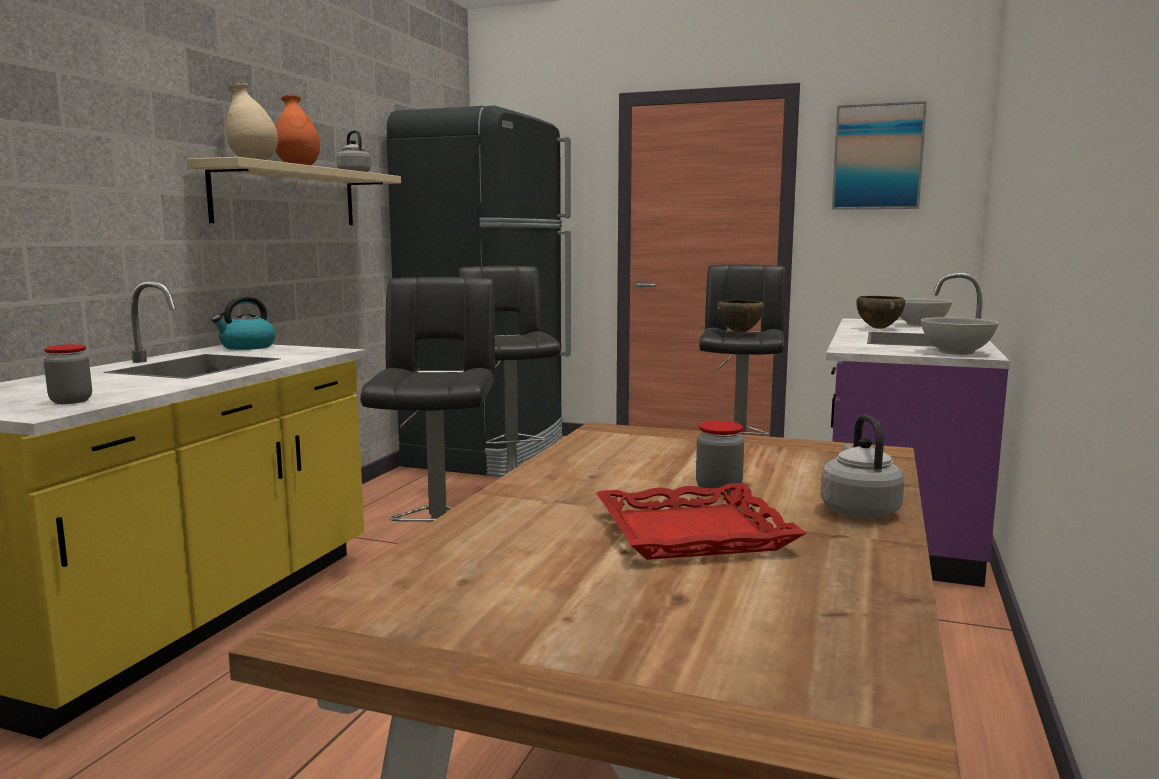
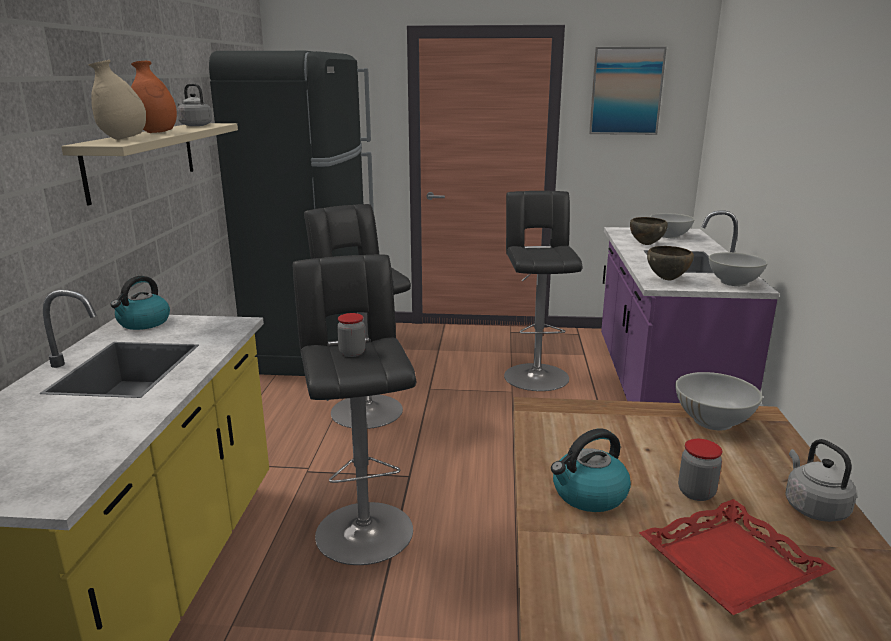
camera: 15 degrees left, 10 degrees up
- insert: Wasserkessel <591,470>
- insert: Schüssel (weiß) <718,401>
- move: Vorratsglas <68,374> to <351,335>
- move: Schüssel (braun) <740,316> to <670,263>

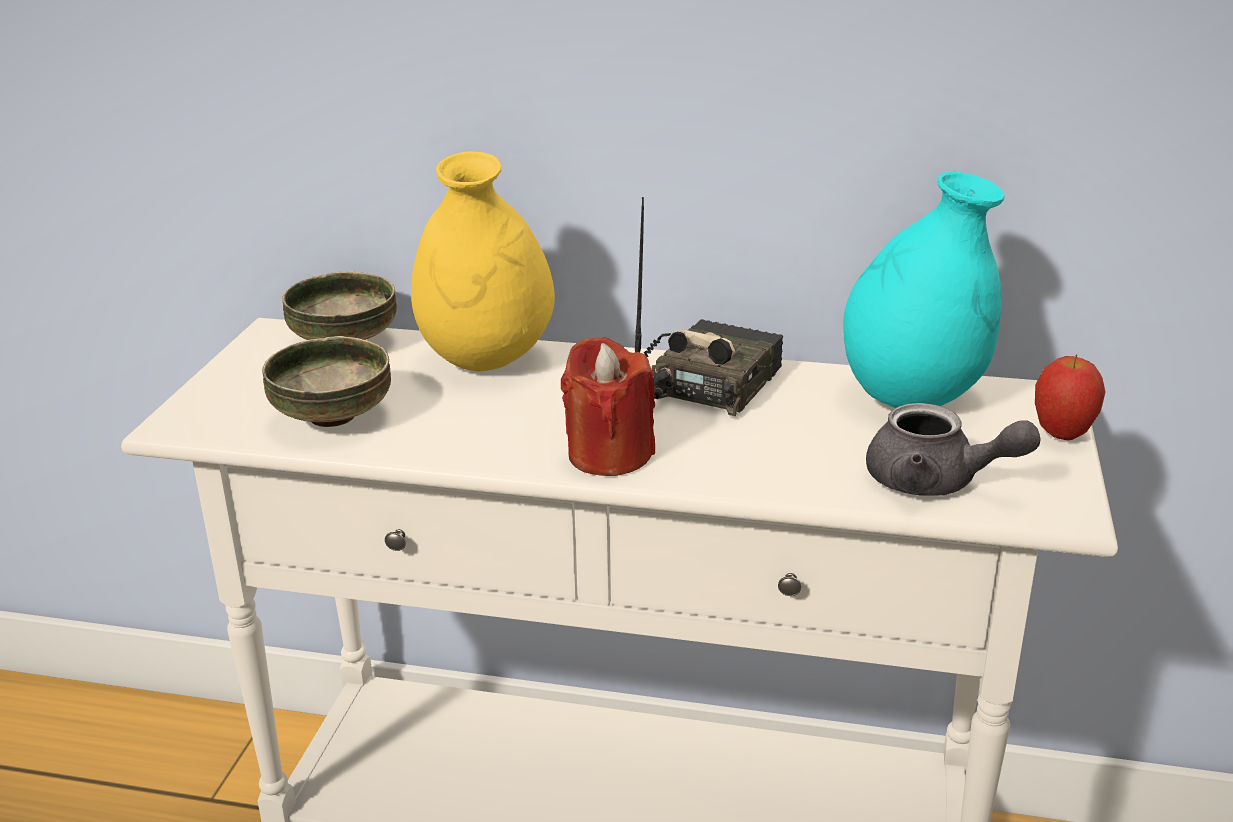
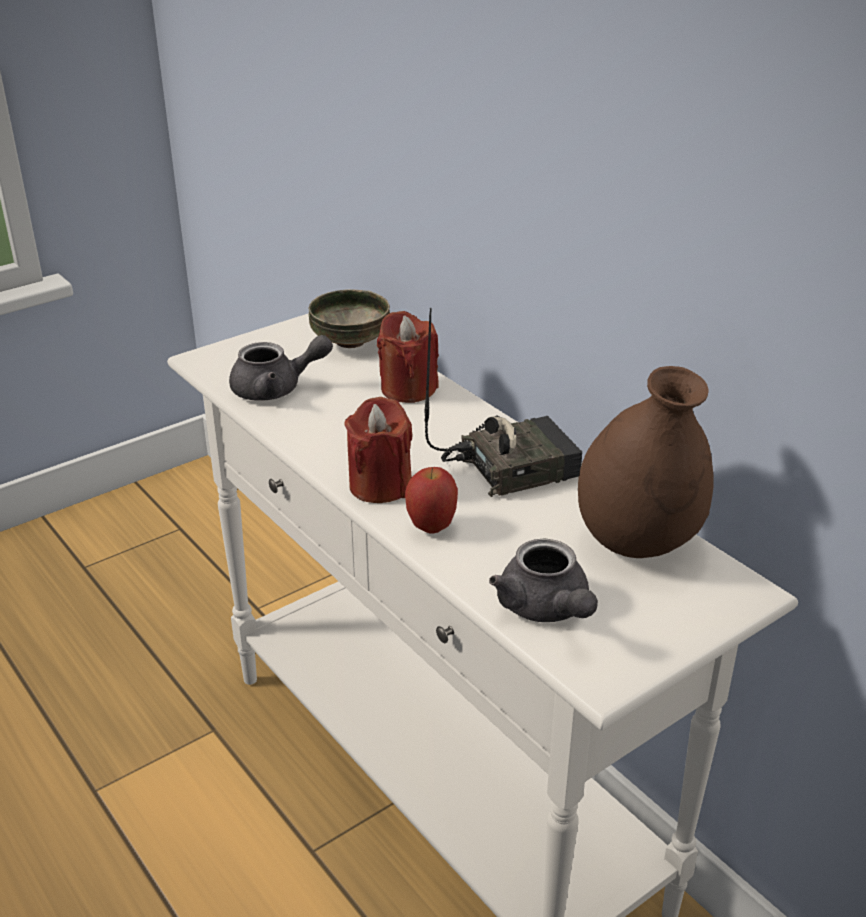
camera: 40 degrees right, 5 degrees up
- move: Apfel <1070,397> to <431,500>
- replace: Schüssel <326,381> to Teekanne (grau) <281,368>
- replace: Vase (gelb) <483,261> to Kerze (rot) <408,357>
- recolor: Vase (türkis) <923,289> to Vase (braun) <646,462>

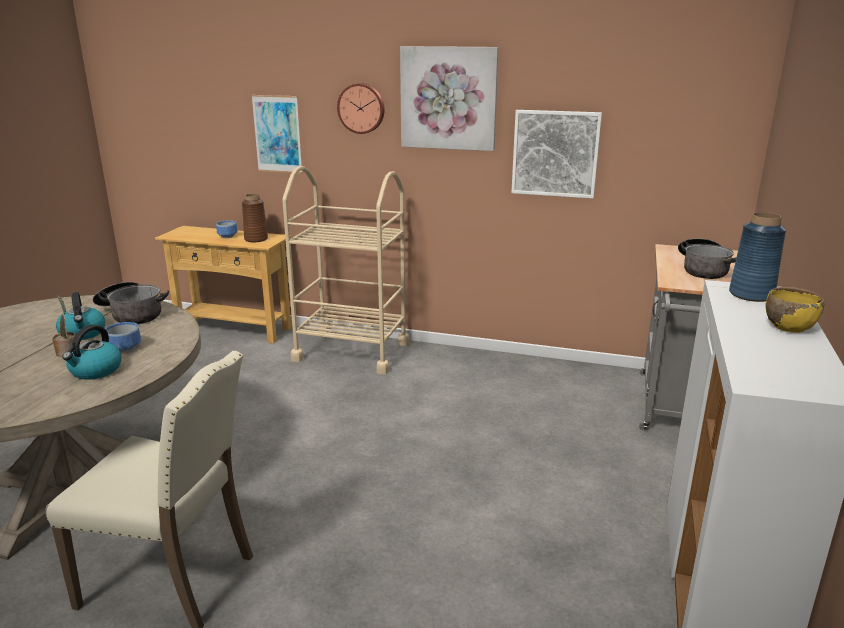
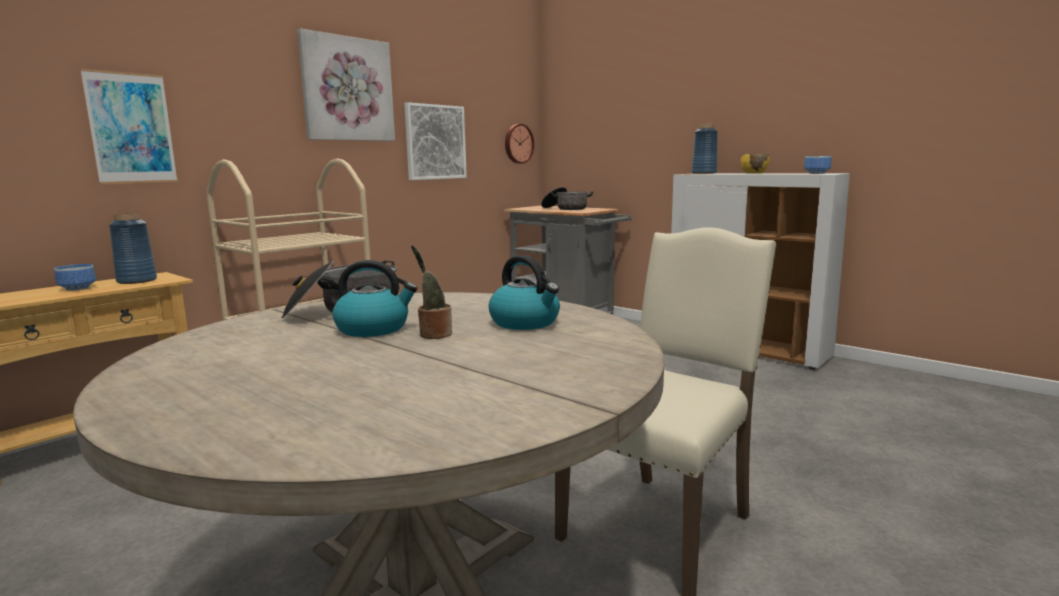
camera: 65 degrees left, 10 degrees down
- move: Schüssel <123,337> to <818,165>
- move: Wanduhr <360,108> to <519,144>
- recolor: Vase (braun) <255,218> to Vase (blau) <133,248>

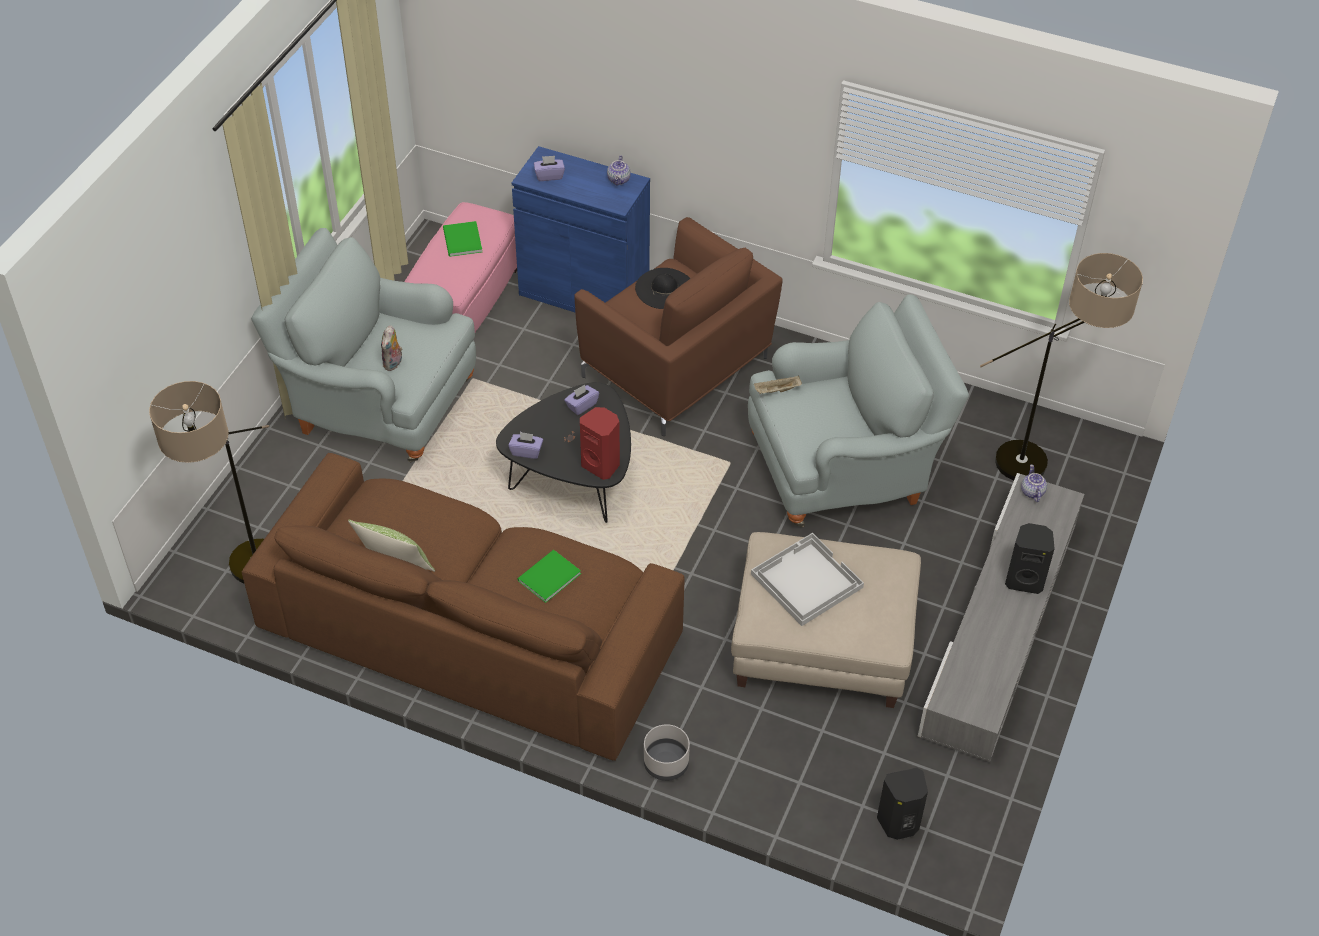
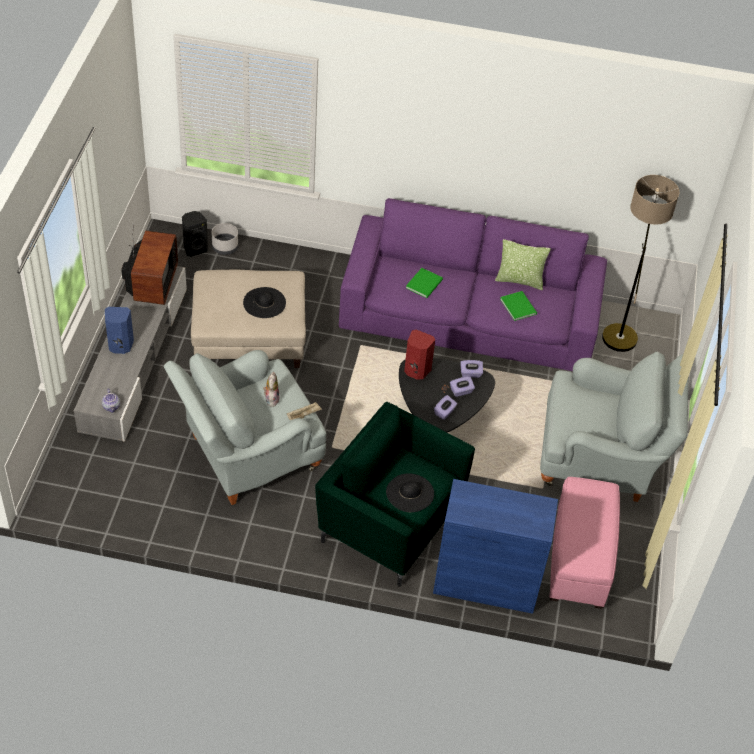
camera: 165 degrees right, 0 degrees up
- delete: Teekanne <619,170>
- delete: Stehlampe <1061,366>
- insert: Fernseher <149,264>
- move: Plüschtier <391,348> to <271,389>
- move: Buch (grün) <462,239> to <518,306>
- move: Taschentuchbox (lila) <549,168> to <462,386>
- move: Pflanzkübel (grau) <667,752> to <225,239>
- replace: Tablett (weiß) <807,579> to Hut (schwarz) <264,302>
- recolor: Sofa (braun) <463,606> to Sofa (lila) <473,284>
- recolor: Sessel (braun) <678,326> to Sessel (grün) <395,494>
- recolor: Lautsprecher (schwarz) <1030,558> to Lautsprecher (blau) <119,330>

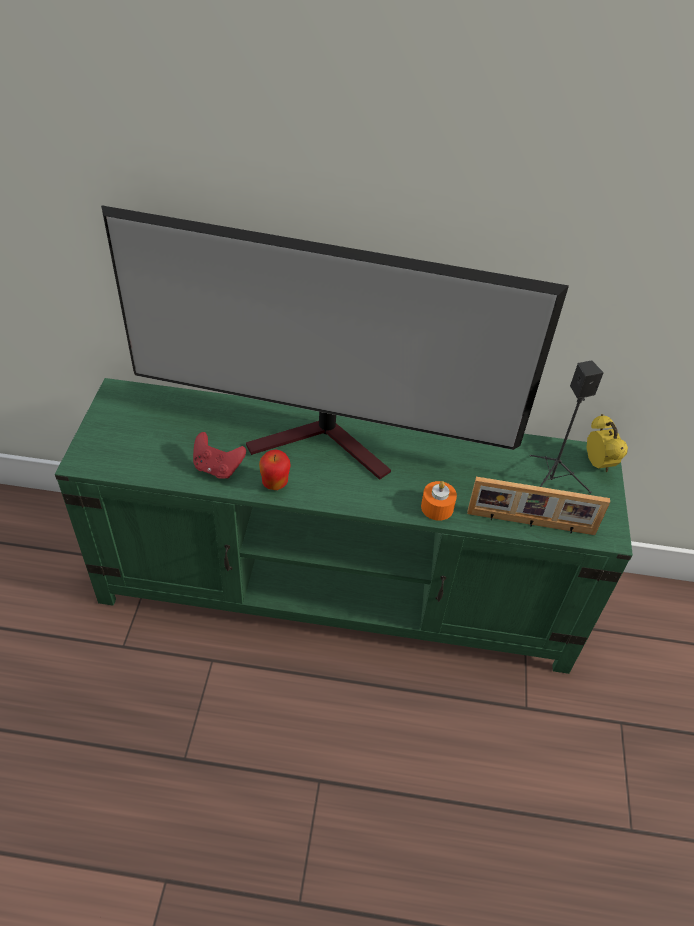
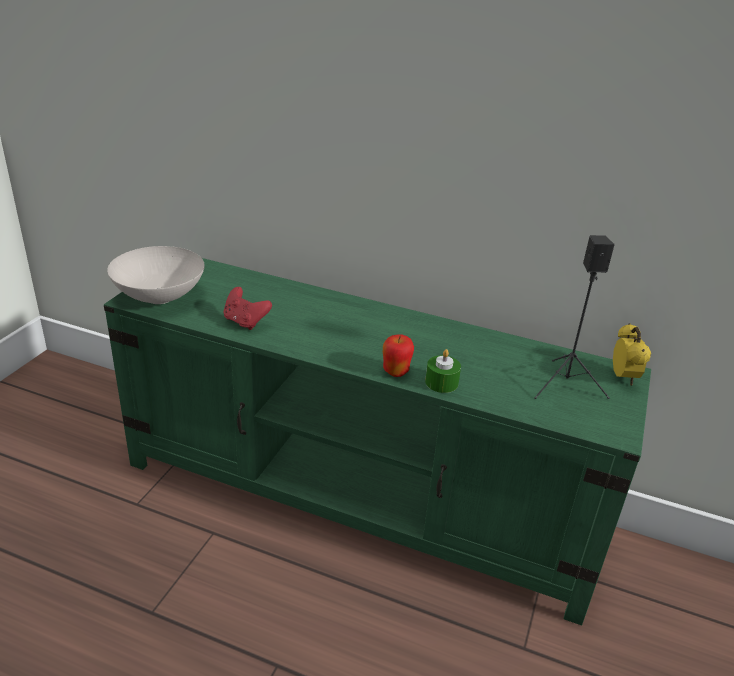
camera: 15 degrees right, 15 degrees down
- delete: Fernseher <335,342>
- delete: Bilderrahmen <538,506>
- insert: Schüssel (weiß) <156,275>
- move: Apfel <275,470> to <398,356>
- recolor: Kerze (orange) <439,501> to Kerze (grün) <443,371>

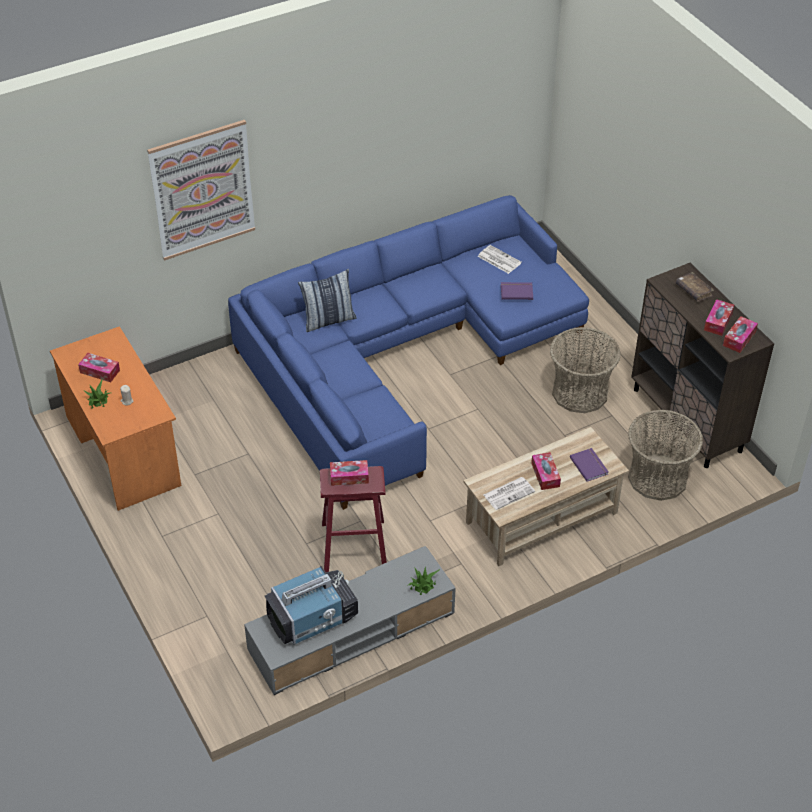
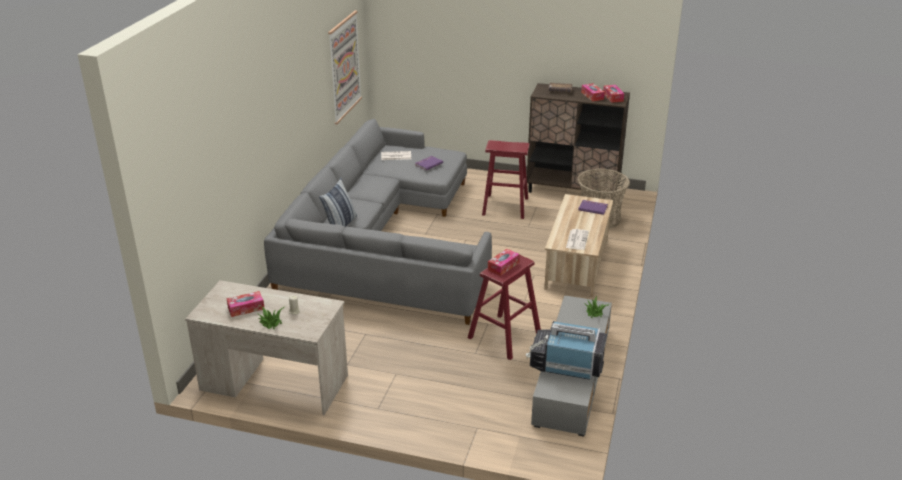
camera: 45 degrees left, 15 degrees down
- delete: Taschentuchbox <546,471>
- move: Bild <201,190> to <345,67>
- replace: Korb <585,370> to Hocker (rot) <506,179>
- recolor: Schreibtisch (orange) <115,418> to Schreibtisch (beige) <266,347>
- recolor: Sofa (blau) <408,352> to Sofa (grau) <378,222>
- rotate: Fernseher <311,605> = <566,350> 90 degrees counterclockwise

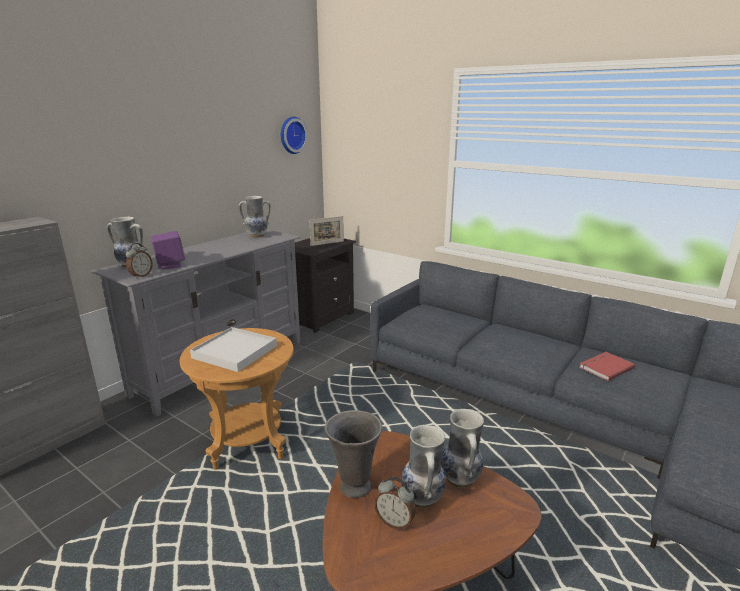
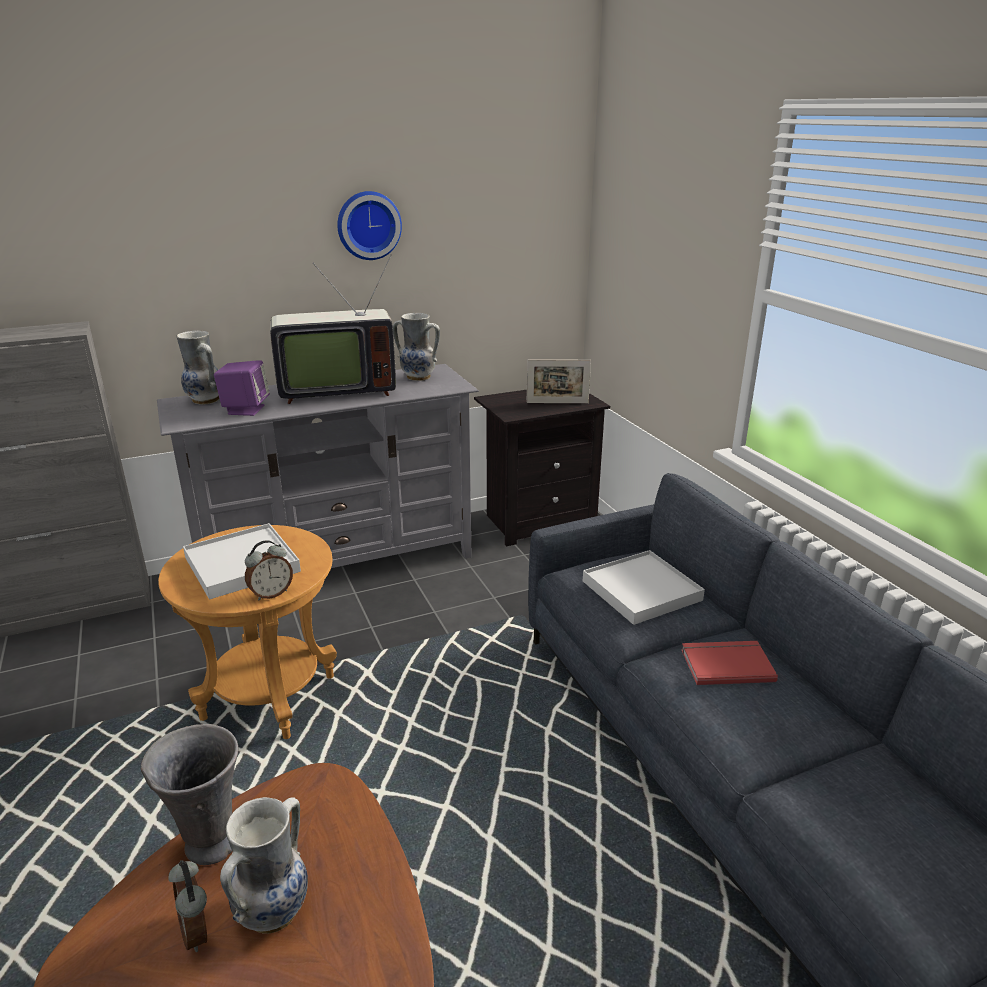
camera: 30 degrees right, 5 degrees up
- delete: Vase <462,448>
- insert: Fernseher <333,329>
- insert: Tablett (weiß) <644,587>
- move: Wecker <139,261> to <269,570>
- move: Wanduhr <294,135> to <369,225>
- move: Buch (rot) <607,366> to <729,663>

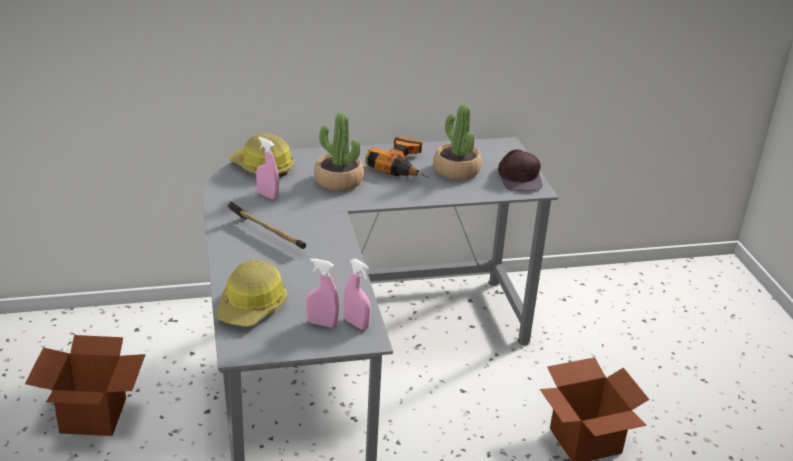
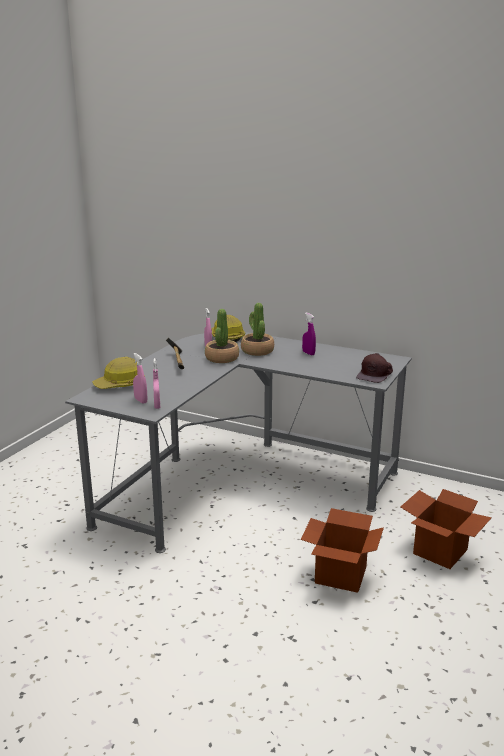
camera: 40 degrees right, 10 degrees down
- move: Karton <85,385> to <446,529>
- move: Topfpflanze <457,142> to <222,336>
- replace: Bohrmaschine <397,156> to Sprühflasche (lila) <309,334>

